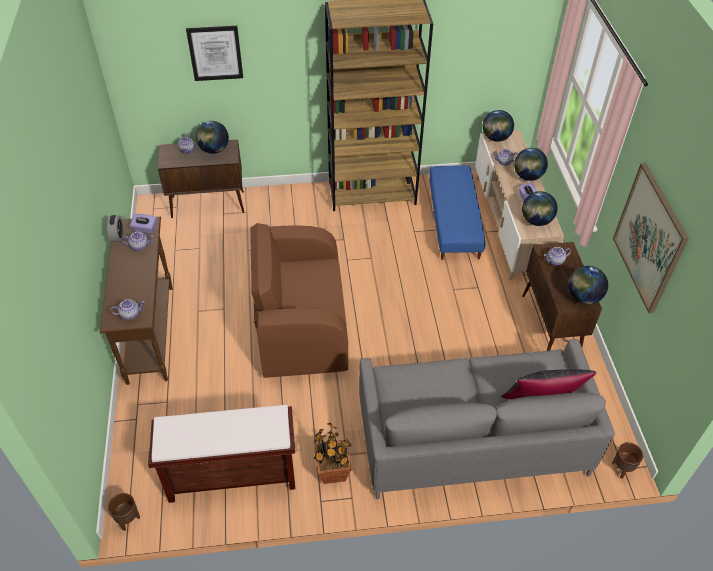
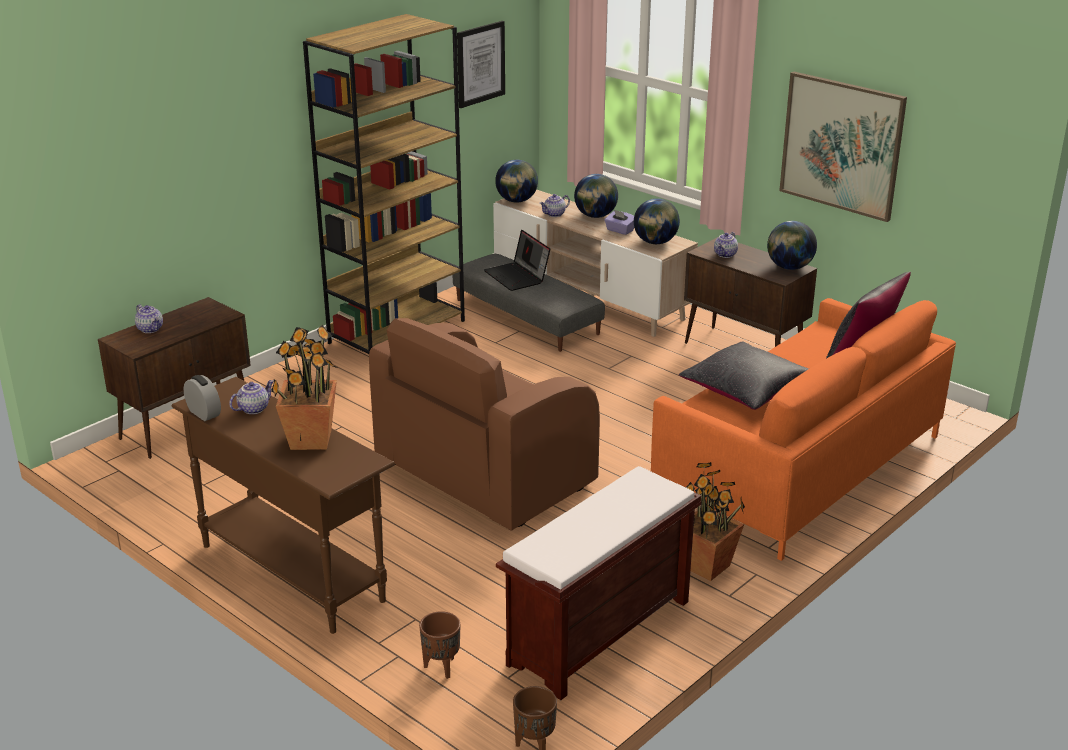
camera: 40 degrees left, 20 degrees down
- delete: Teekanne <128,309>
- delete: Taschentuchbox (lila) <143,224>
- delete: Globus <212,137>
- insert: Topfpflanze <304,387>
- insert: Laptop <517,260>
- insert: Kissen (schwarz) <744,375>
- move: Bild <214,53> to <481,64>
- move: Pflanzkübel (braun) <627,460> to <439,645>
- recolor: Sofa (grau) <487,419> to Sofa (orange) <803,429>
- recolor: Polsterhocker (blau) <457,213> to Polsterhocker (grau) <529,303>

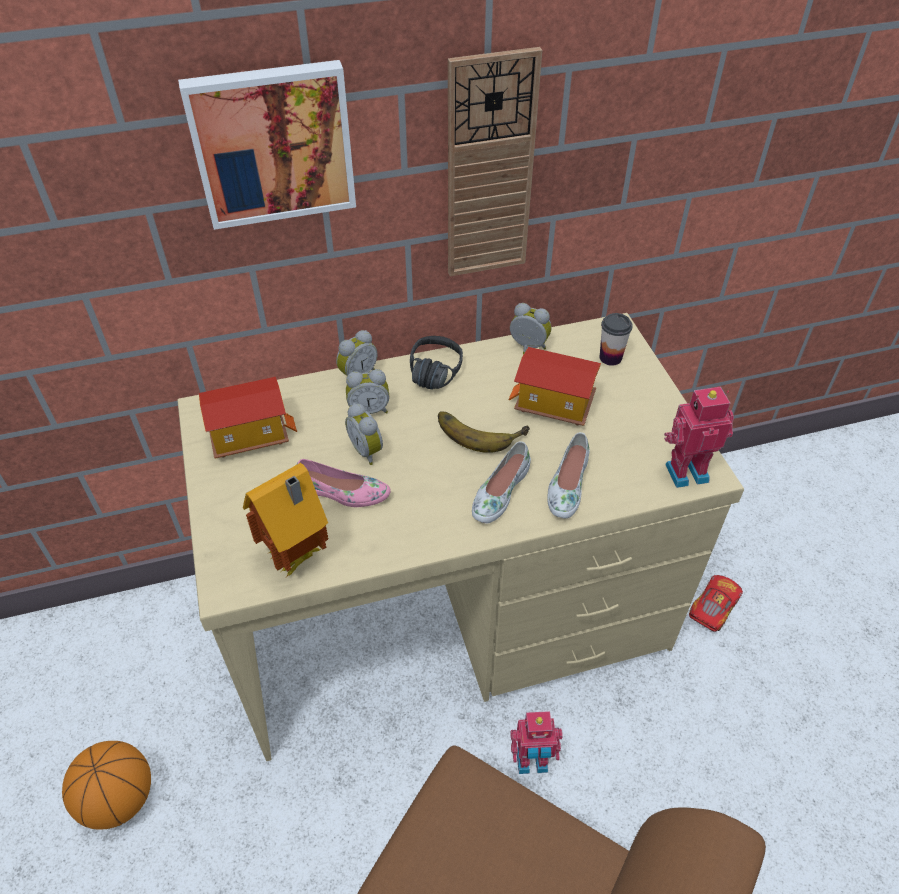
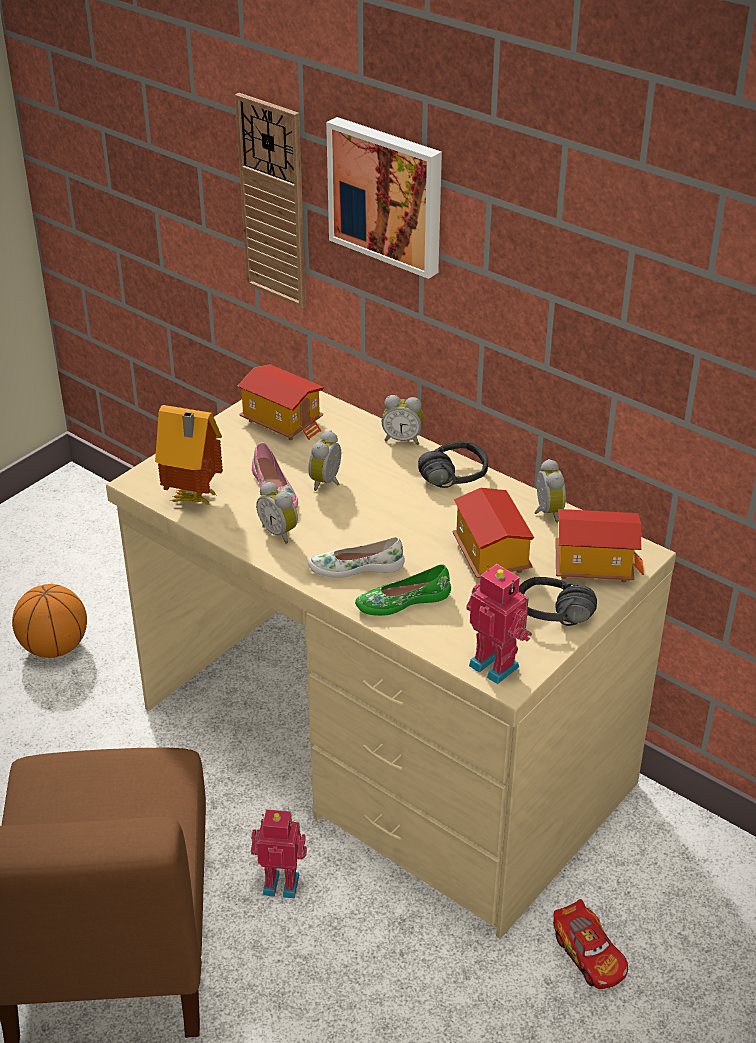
camera: 55 degrees right, 10 degrees down
- delete: Banane <484,431>
- insert: Kopfhörer (schwarz) <558,601>
- move: Wecker <367,391> to <277,513>
- move: Wanduhr <495,161> to <270,200>
- replace: Tasse <616,339> to Spielzeughaus <600,545>
- recolor: Schuh (weiß) <568,475> to Schuh (grün) <403,590>
- rotate: Spielzeugroboter <536,742> = <279,854> 135 degrees clockwise
- rotate: Spielzeugauto <716,603> = <590,944> 60 degrees clockwise

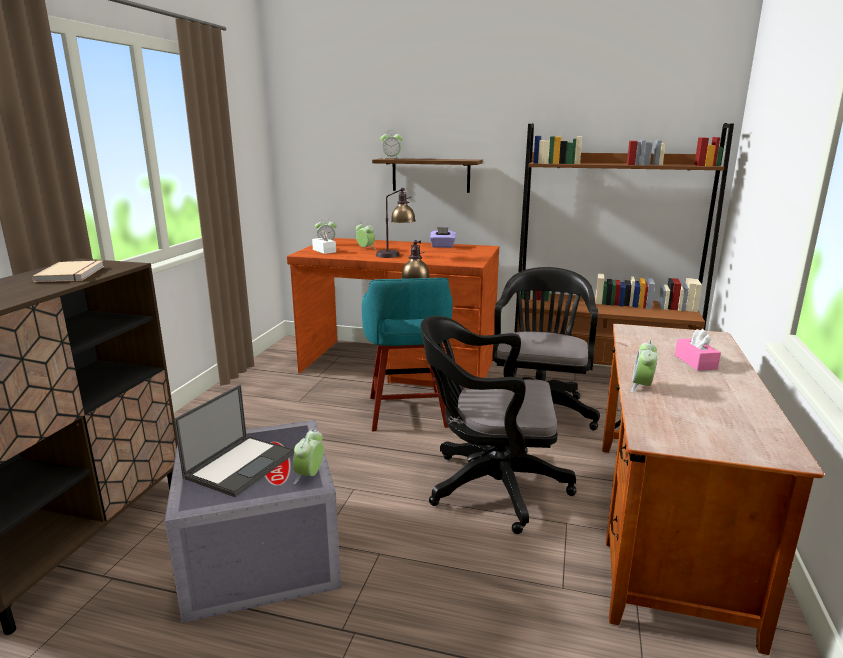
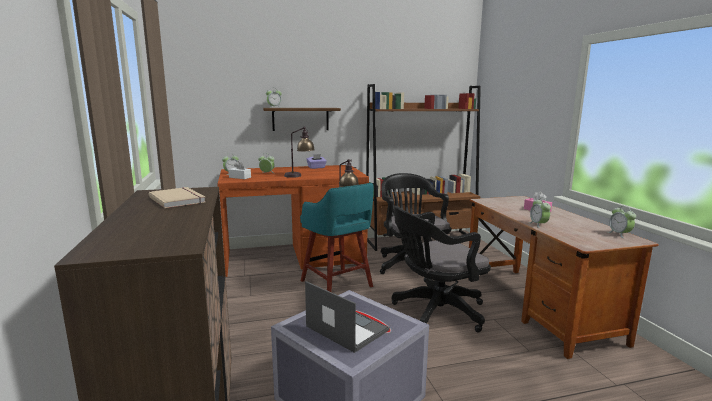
camera: 30 degrees left, 5 degrees down
- move: Wecker <308,456> to <622,221>
- rotate: Laptop <234,441> = <347,317> 45 degrees counterclockwise

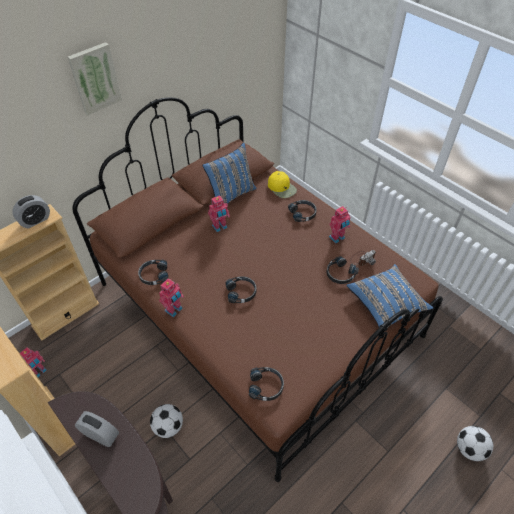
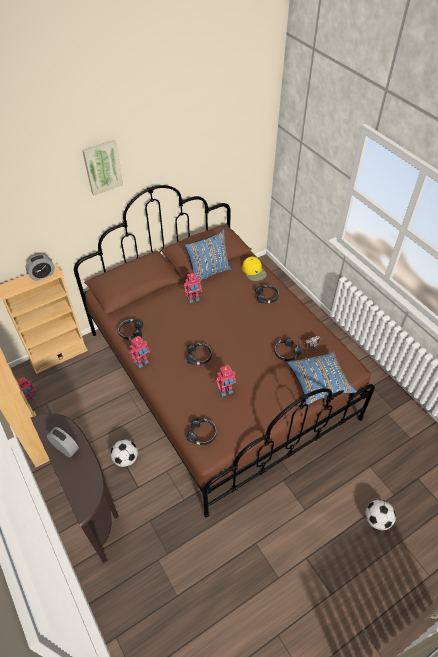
camera: 10 degrees right, 0 degrees up
- move: Spielzeugroboter <339,224> to <225,381>

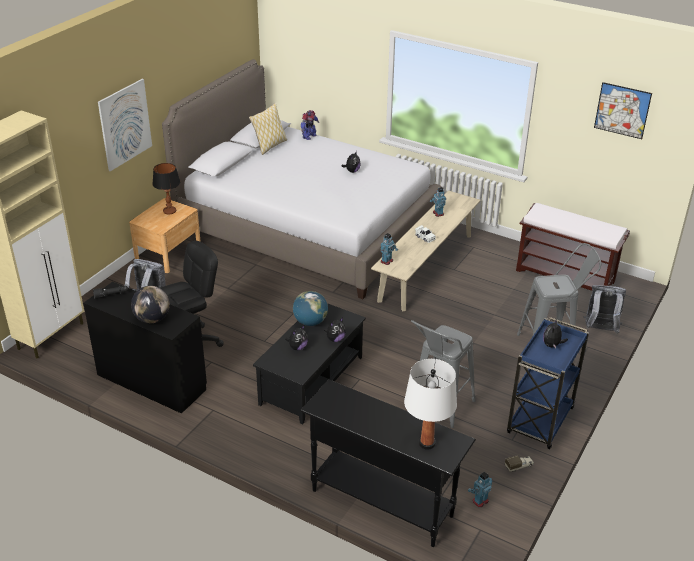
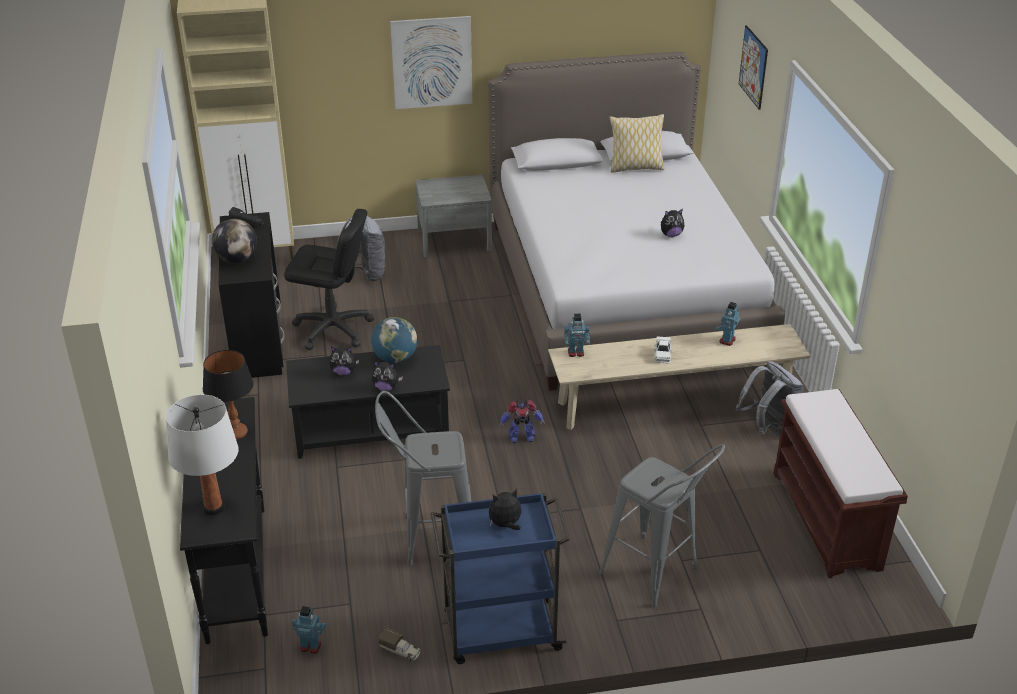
camera: 50 degrees right, 0 degrees up
- move: Tischlampe <166,188> to <228,395>
- move: Spielzeugroboter <310,125> to <522,421>
- move: Rucksack (grau) <604,309> to <770,399>
- move: Bild <623,110> to <753,67>
- recolor: Nachttisch (braun) <165,235> to Nachttisch (grau) <454,216>

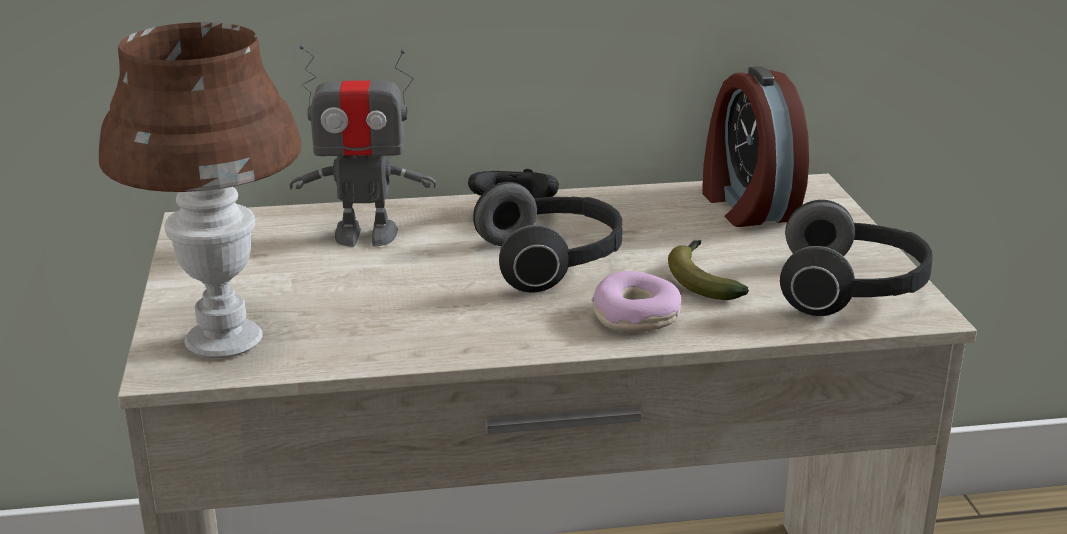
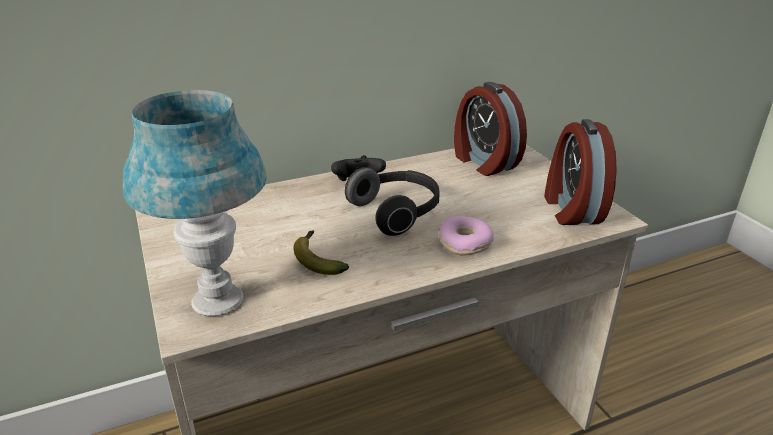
camera: 15 degrees left, 5 degrees up
- delete: Spielzeugroboter <362,146>
- move: Banane <708,270> to <321,252>
- replace: Kopfhörer <856,258> to Wecker <580,172>
- recolor: Tischlampe (braun) <200,190> to Tischlampe (blau) <195,203>

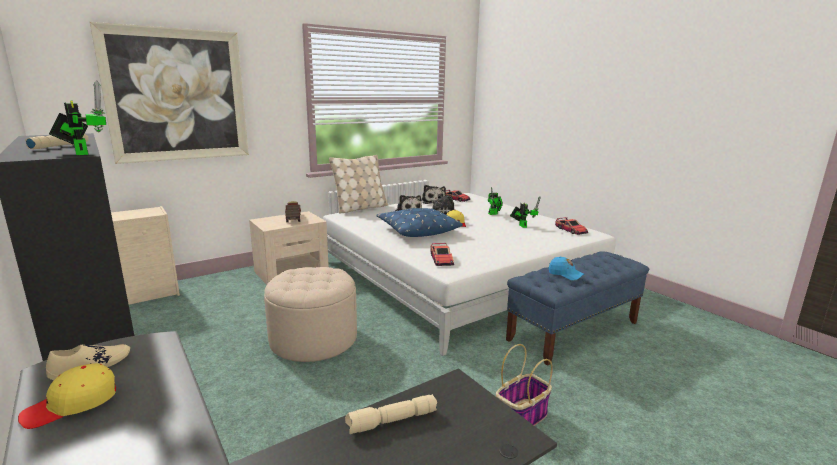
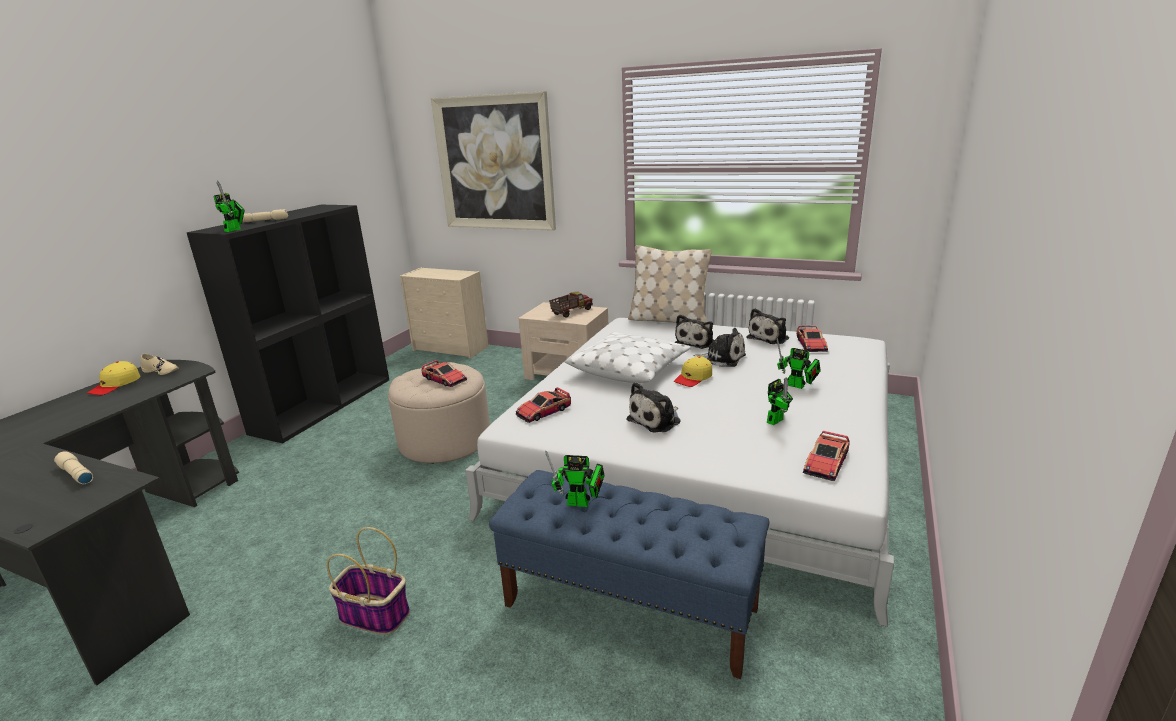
camera: 60 degrees right, 5 degrees up
- insert: Spielzeugauto <444,373>
- insert: Plüschtier <653,407>
- replace: Kappe (blau) <566,268> to Spielzeugroboter <575,479>
- recolor: Kissen (blau) <419,222> to Kissen (weiß) <628,357>
- rotate: Kappe (gelb) <67,396> = <113,378> 90 degrees counterclockwise

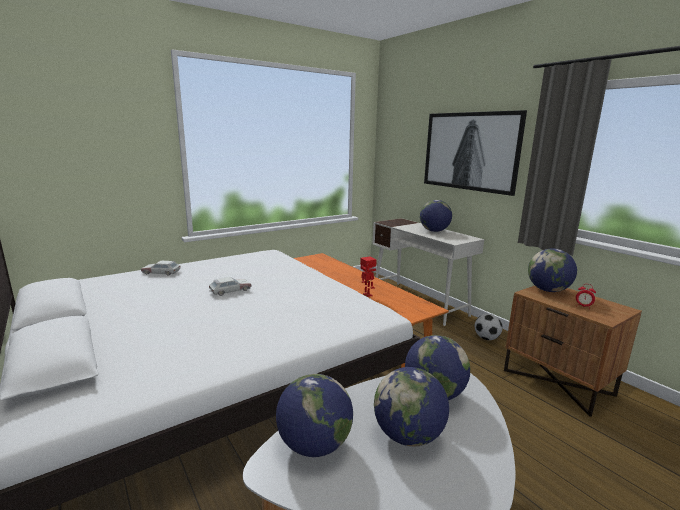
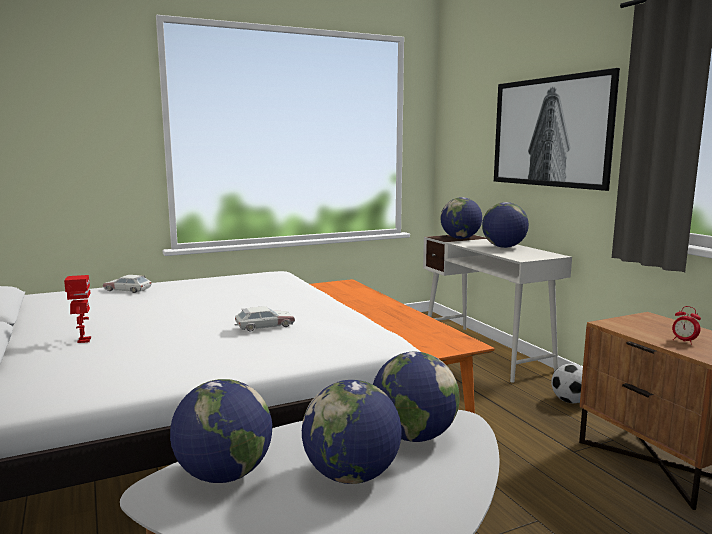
camera: 10 degrees right, 5 degrees down
- move: Spielzeugauto <230,286> to <265,319>
- move: Spielzeugroboter <368,276> to <77,309>
- move: Globus <552,270> to <461,218>

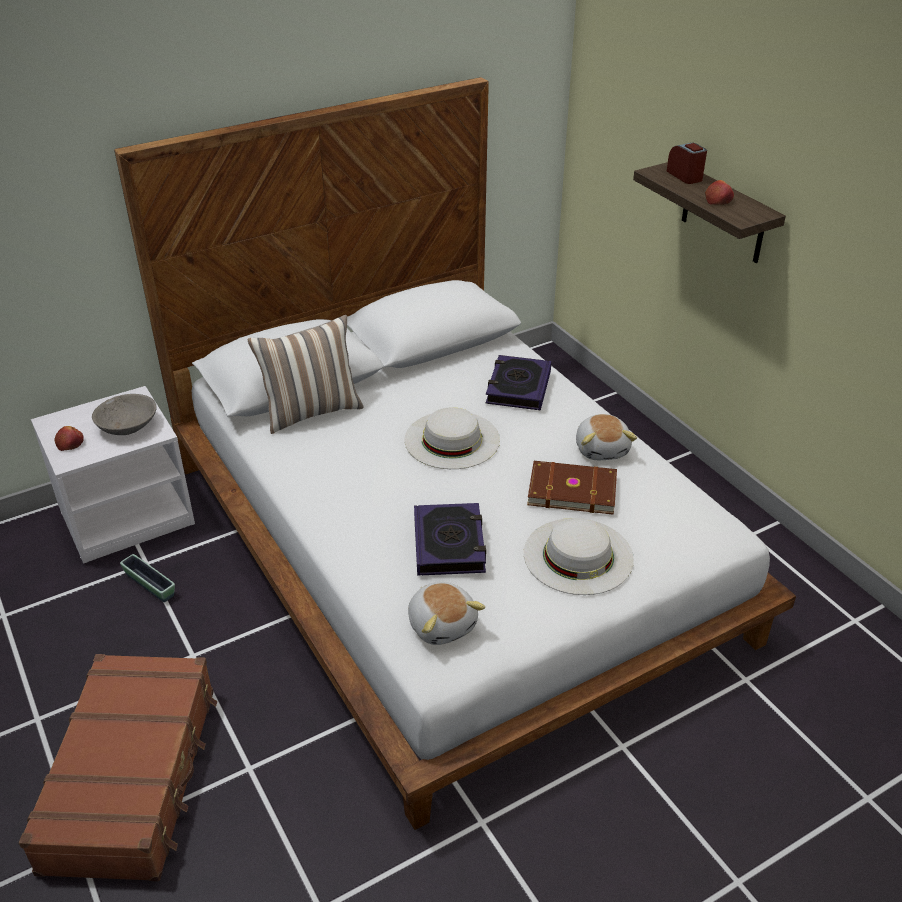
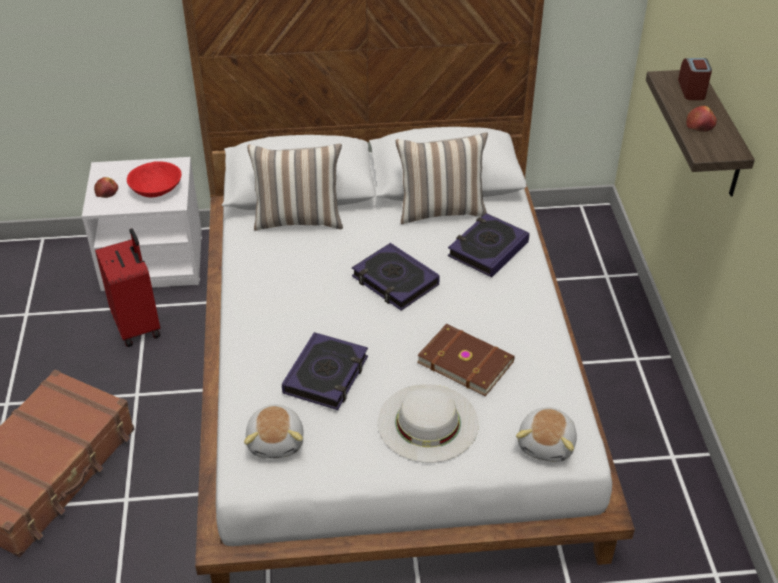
camera: 25 degrees right, 5 degrees up
- insert: Kissen <442,178>
- move: Plüschtier <606,437> to <546,434>
- replace: Pflanzkübel <147,578> to Koffer (rot) <127,287>
- replace: Hut (weiß) <452,438> to Buch <396,277>
- recolor: Schüssel (grau) <124,414> to Schüssel (rot) <154,179>

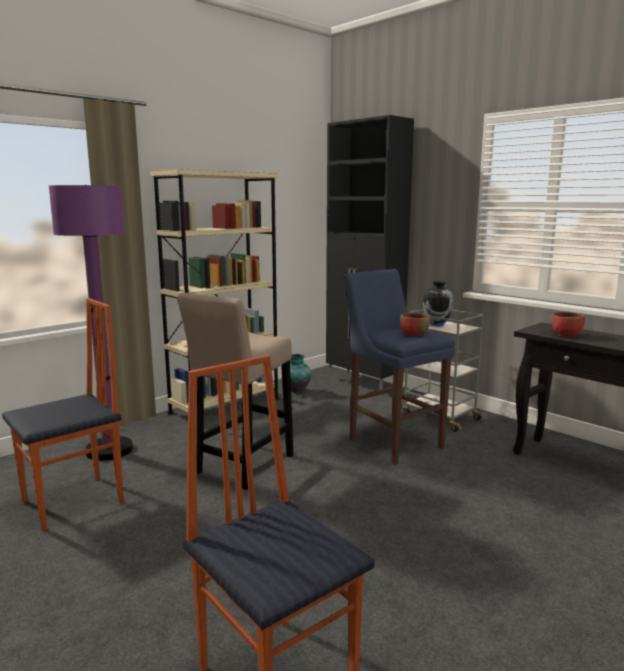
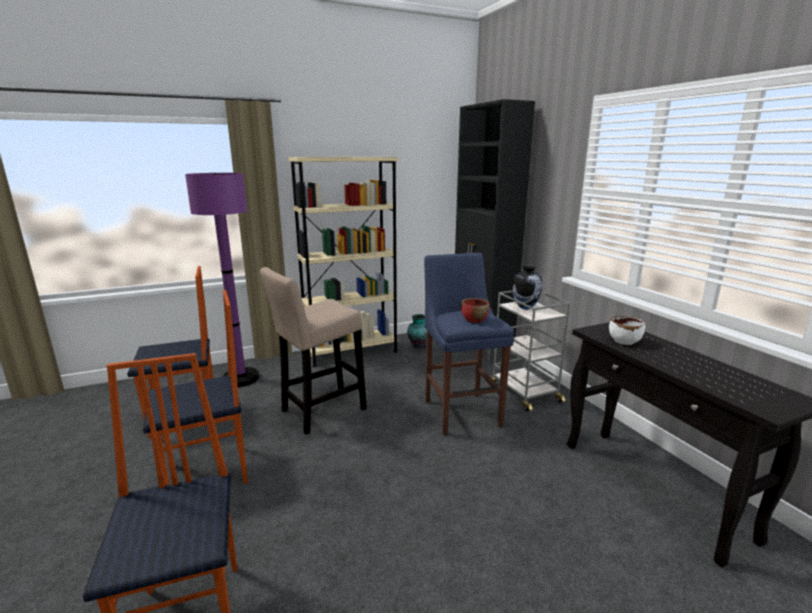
camera: 20 degrees right, 5 degrees up
- insert: Stuhl <195,387>
- recolor: Schüssel (rot) <568,324> to Schüssel (weiß) <627,330>

